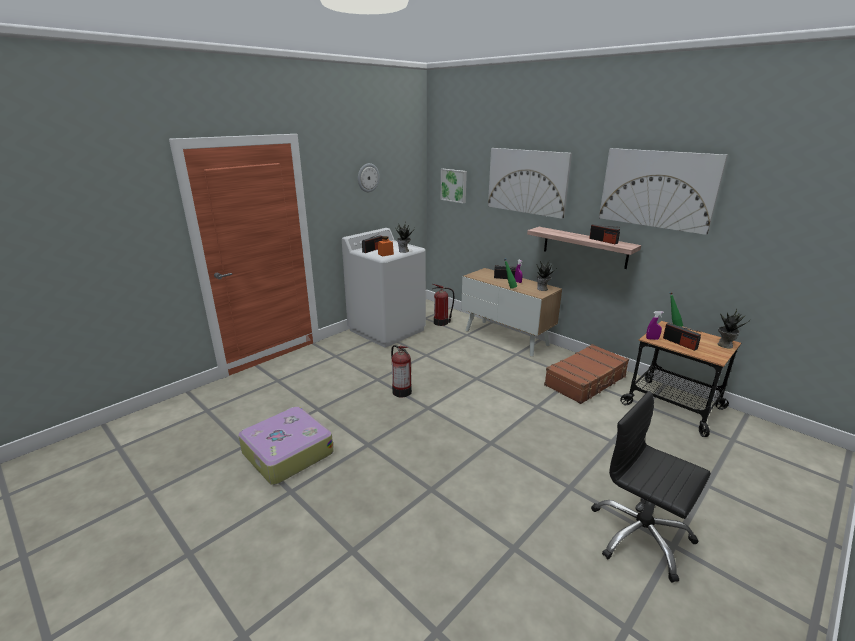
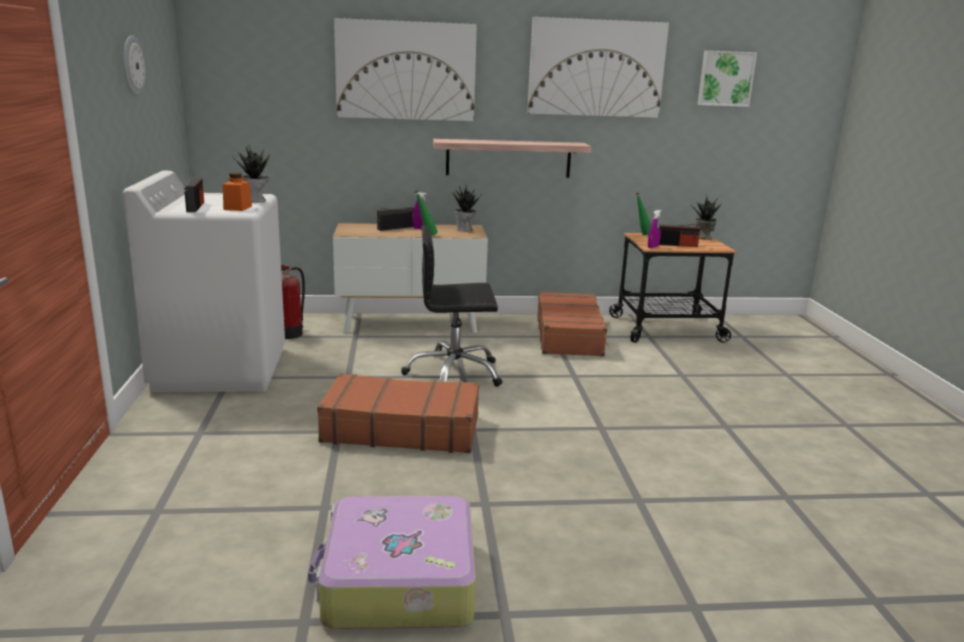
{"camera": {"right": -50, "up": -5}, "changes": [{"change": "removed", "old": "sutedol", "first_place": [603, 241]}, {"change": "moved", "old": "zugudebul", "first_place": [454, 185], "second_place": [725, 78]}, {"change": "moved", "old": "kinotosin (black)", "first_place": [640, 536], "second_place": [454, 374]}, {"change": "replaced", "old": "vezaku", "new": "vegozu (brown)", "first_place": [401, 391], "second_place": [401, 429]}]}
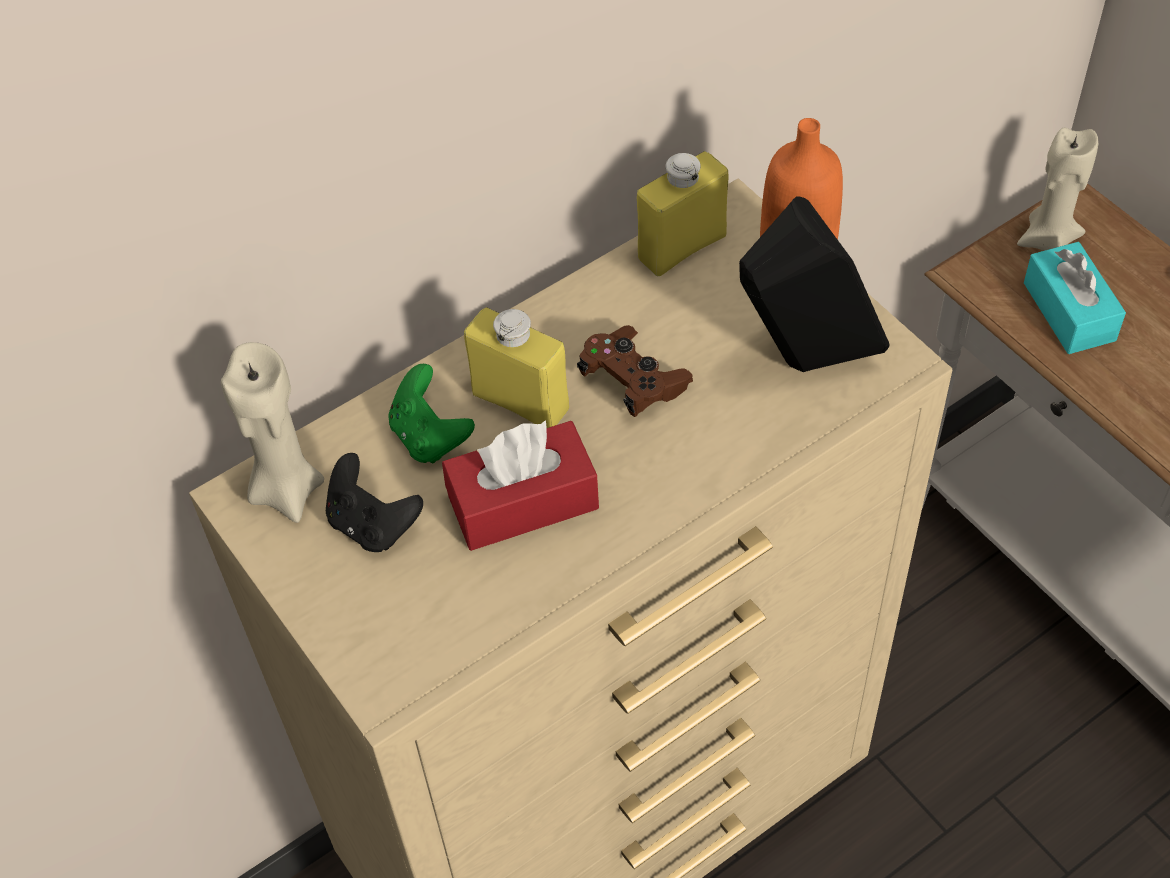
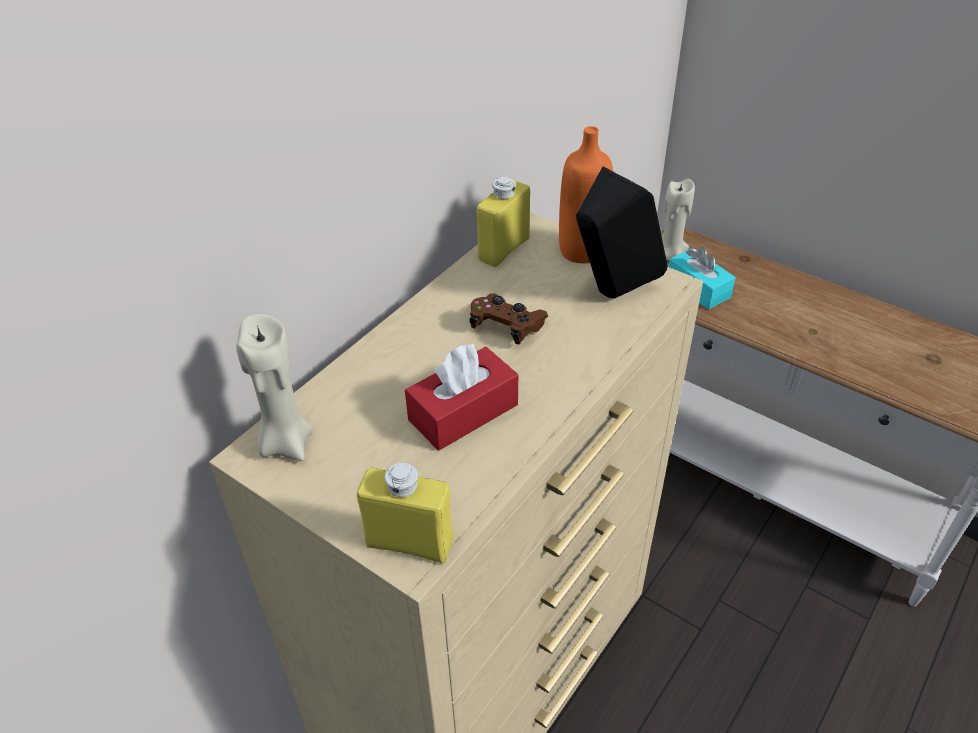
{"camera": {"right": -20, "up": -10}, "changes": [{"change": "removed", "old": "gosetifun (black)", "first_place": [373, 524]}, {"change": "removed", "old": "gosetifun (green)", "first_place": [430, 436]}, {"change": "moved", "old": "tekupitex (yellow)", "first_place": [521, 401], "second_place": [410, 543]}]}
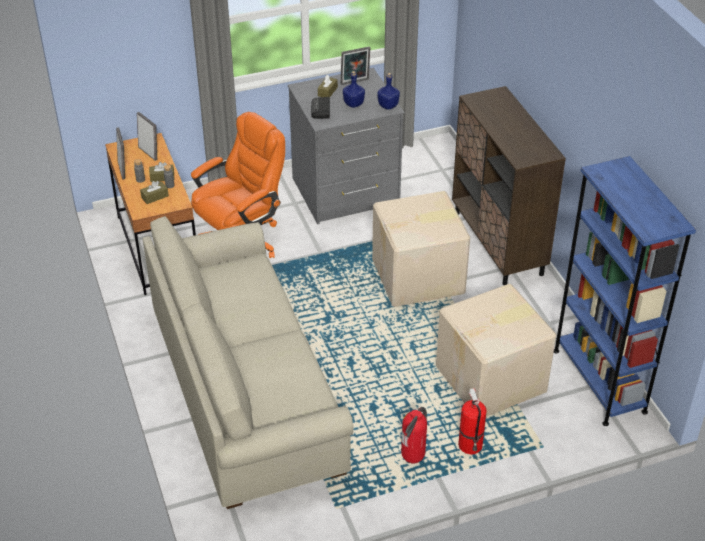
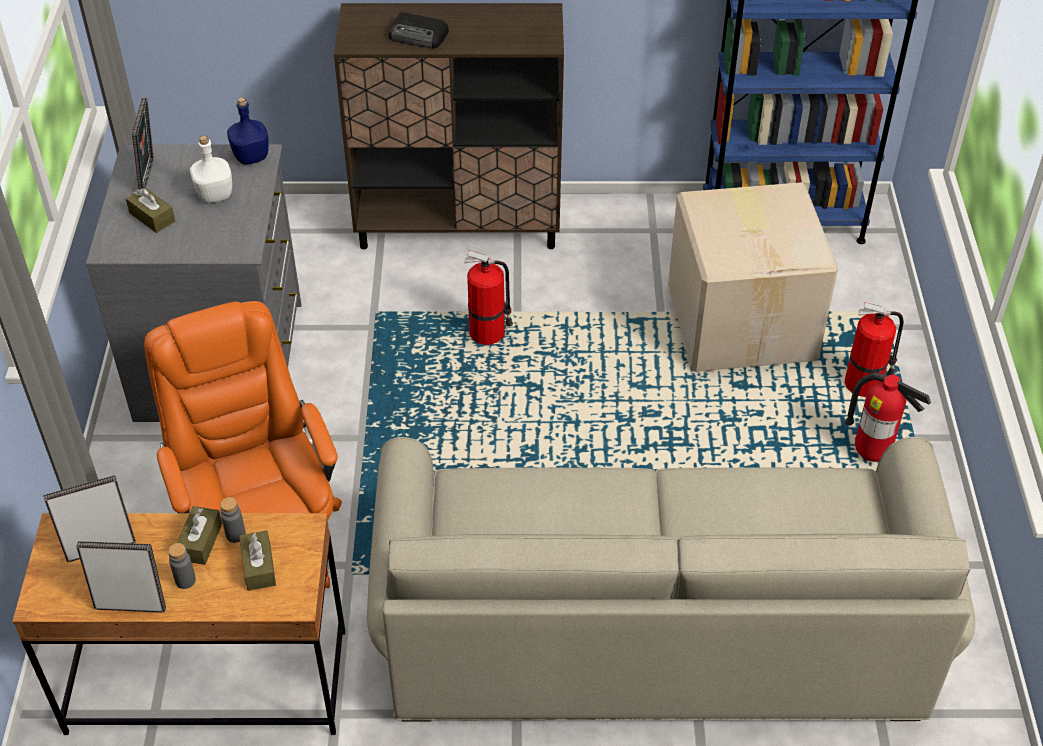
{"camera": {"right": -70, "up": 5}, "changes": [{"change": "moved", "old": "sutedol", "first_place": [321, 110], "second_place": [419, 36]}, {"change": "replaced", "old": "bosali", "new": "vezaku", "first_place": [419, 277], "second_place": [489, 333]}, {"change": "recoloured", "old": "tekupitex (blue)", "new": "tekupitex (white)", "first_place": [354, 103], "second_place": [214, 194]}]}
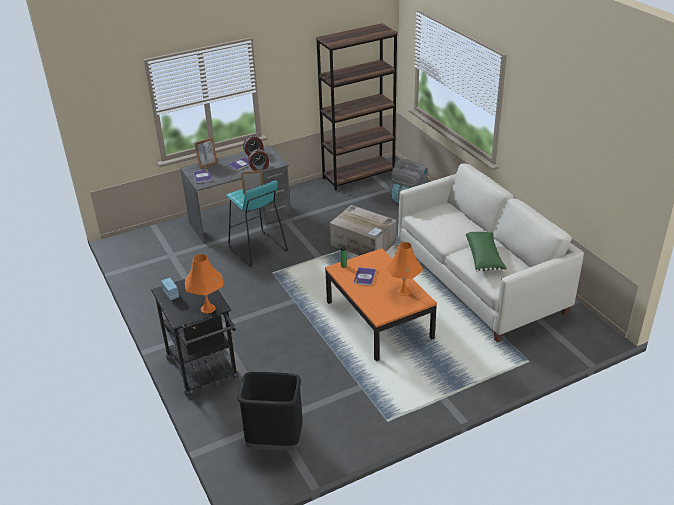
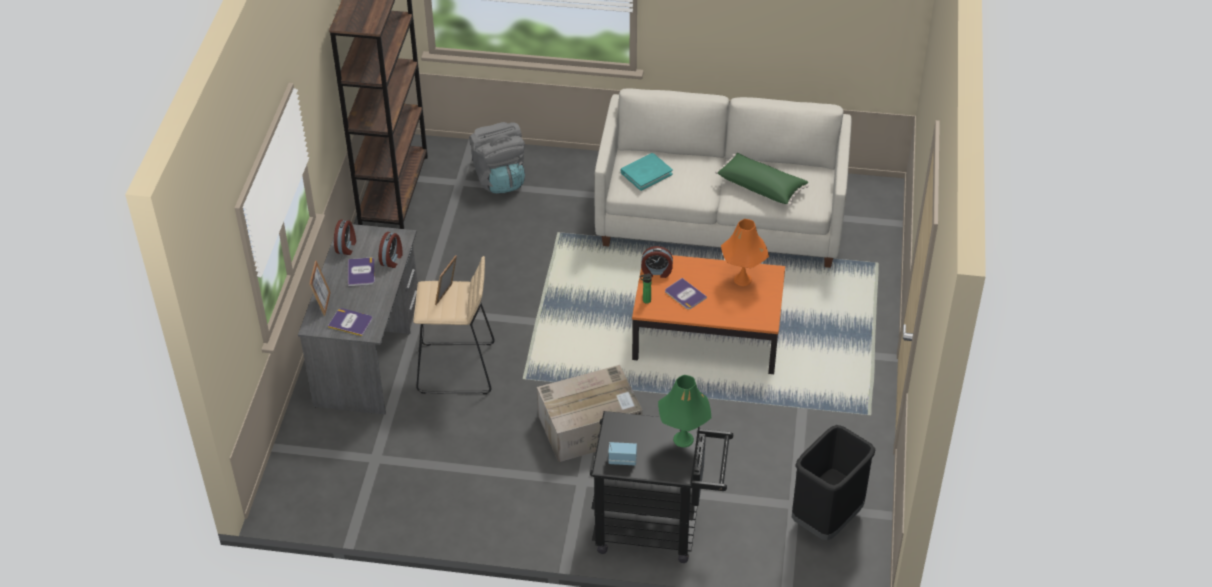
{"camera": {"right": -55, "up": 10}, "changes": [{"change": "added", "new": "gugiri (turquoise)", "second_place": [646, 173]}, {"change": "added", "new": "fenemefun", "second_place": [656, 272]}, {"change": "moved", "old": "bosali", "first_place": [364, 243], "second_place": [591, 426]}, {"change": "recoloured", "old": "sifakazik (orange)", "new": "sifakazik (green)", "first_place": [208, 309], "second_place": [683, 439]}, {"change": "recoloured", "old": "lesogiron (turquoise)", "new": "lesogiron (beige)", "first_place": [257, 249], "second_place": [457, 368]}]}
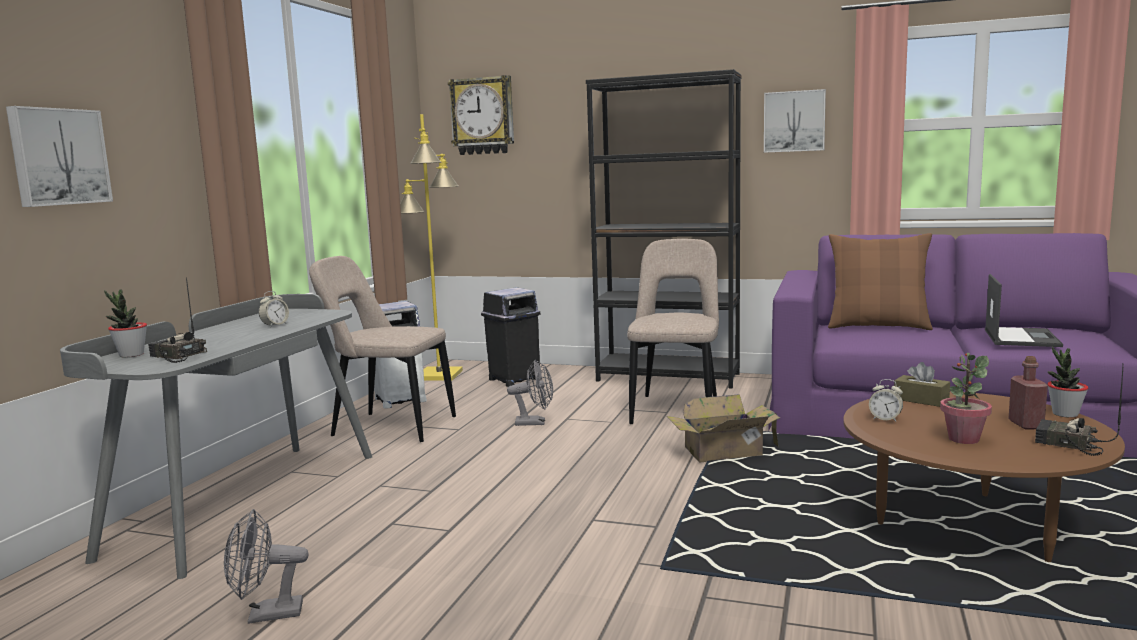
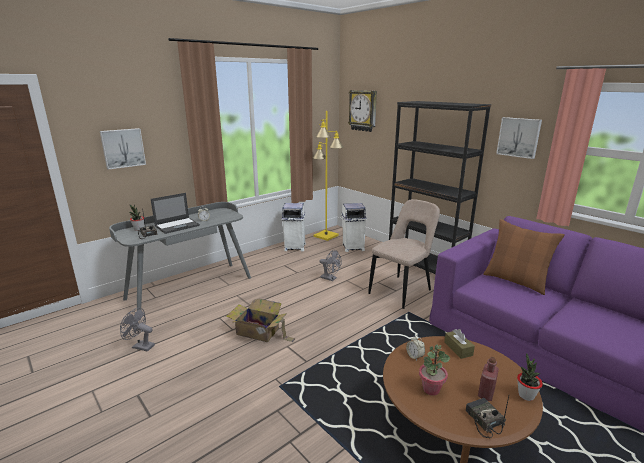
{"camera": {"right": 30, "up": 10}, "changes": [{"change": "removed", "old": "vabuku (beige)", "first_place": [389, 427]}, {"change": "moved", "old": "bosali", "first_place": [727, 452], "second_place": [259, 332]}, {"change": "moved", "old": "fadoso", "first_place": [1020, 337], "second_place": [177, 225]}, {"change": "recoloured", "old": "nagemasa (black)", "new": "nagemasa (white)", "first_place": [514, 380], "second_place": [352, 247]}]}
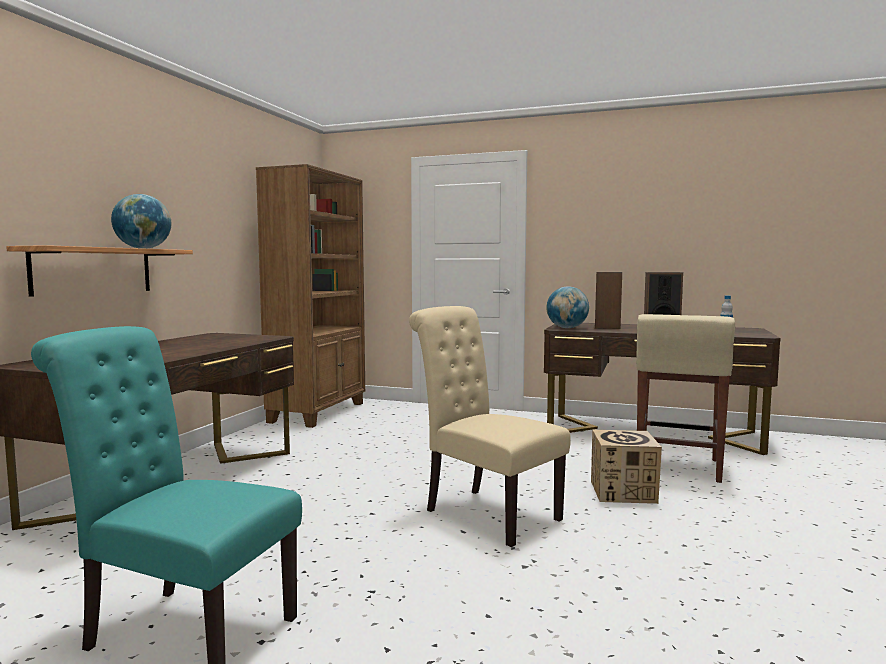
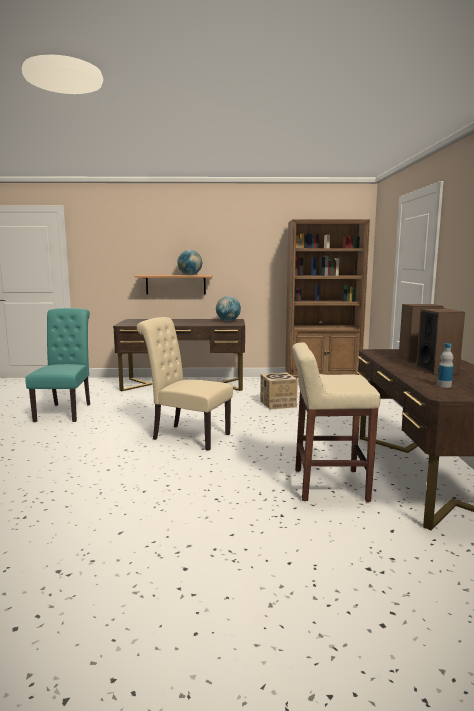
{"camera": {"right": 70, "up": 5}, "changes": [{"change": "moved", "old": "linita", "first_place": [567, 328], "second_place": [228, 321]}, {"change": "moved", "old": "bosali", "first_place": [623, 492], "second_place": [278, 404]}, {"change": "turned", "old": "vabuku (beige)", "first_place": [485, 512], "second_place": [186, 436], "degrees": -90}]}
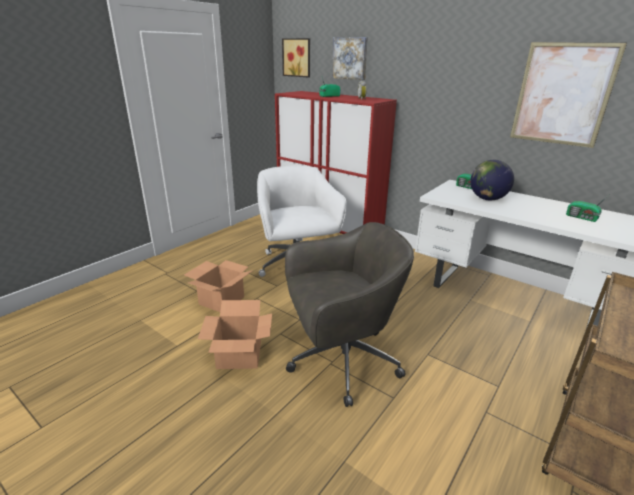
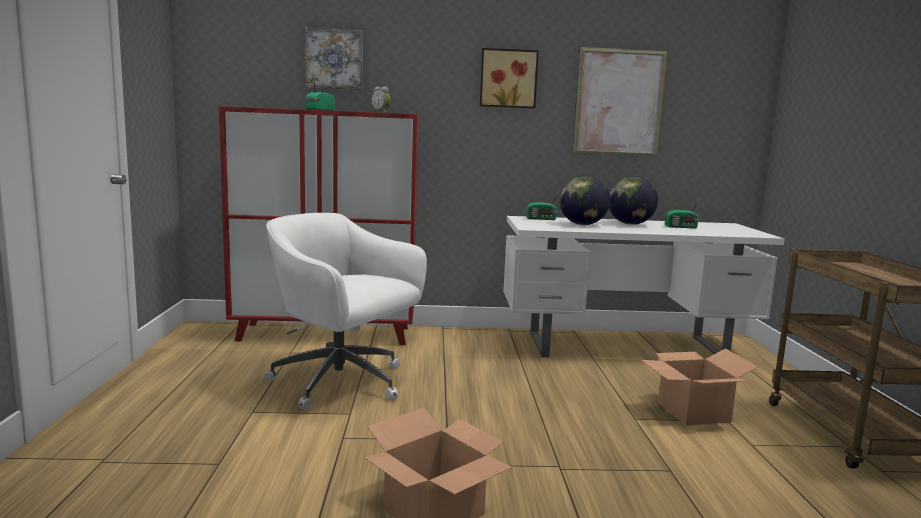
{"camera": {"right": -40, "up": -15}, "changes": [{"change": "removed", "old": "kinotosin (grey)", "first_place": [340, 361]}, {"change": "added", "new": "linita", "second_place": [630, 224]}, {"change": "moved", "old": "bosali", "first_place": [221, 301], "second_place": [694, 412]}, {"change": "moved", "old": "zugudebul", "first_place": [297, 57], "second_place": [508, 78]}]}
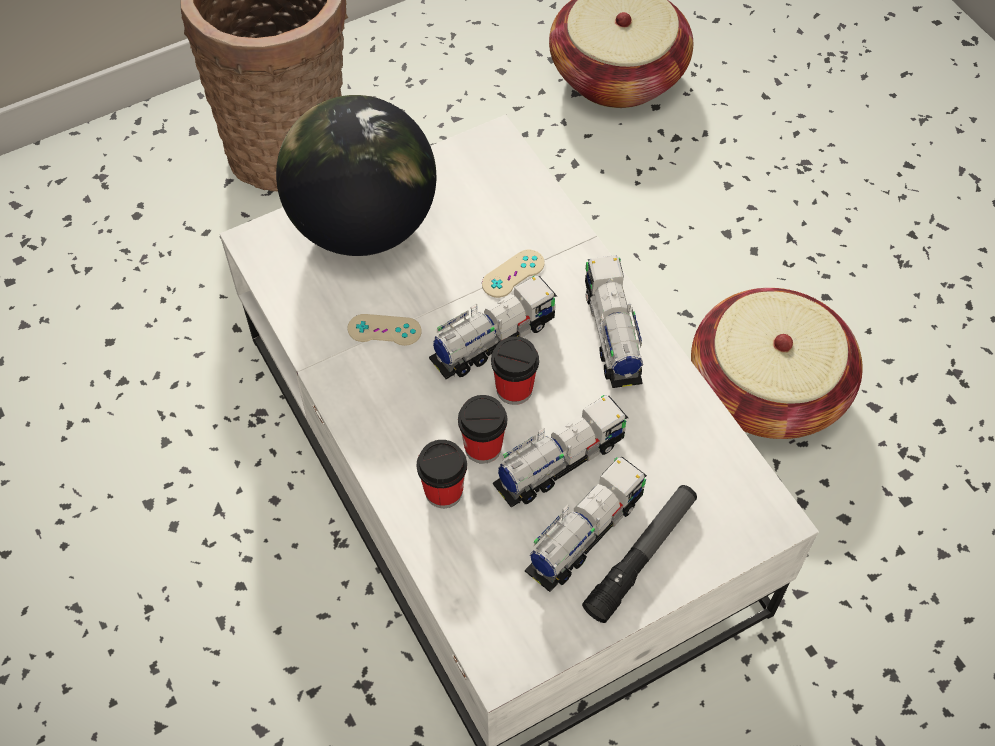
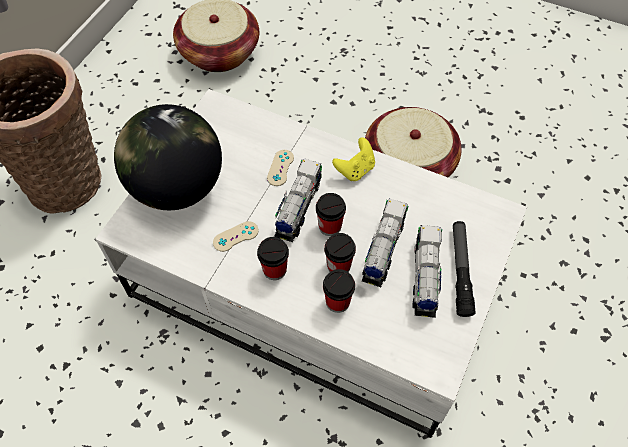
{"camera": {"right": -35, "up": 0}, "changes": [{"change": "added", "new": "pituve", "second_place": [274, 269]}, {"change": "replaced", "old": "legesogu", "new": "gosetifun (yellow)", "first_place": [612, 334], "second_place": [355, 169]}]}
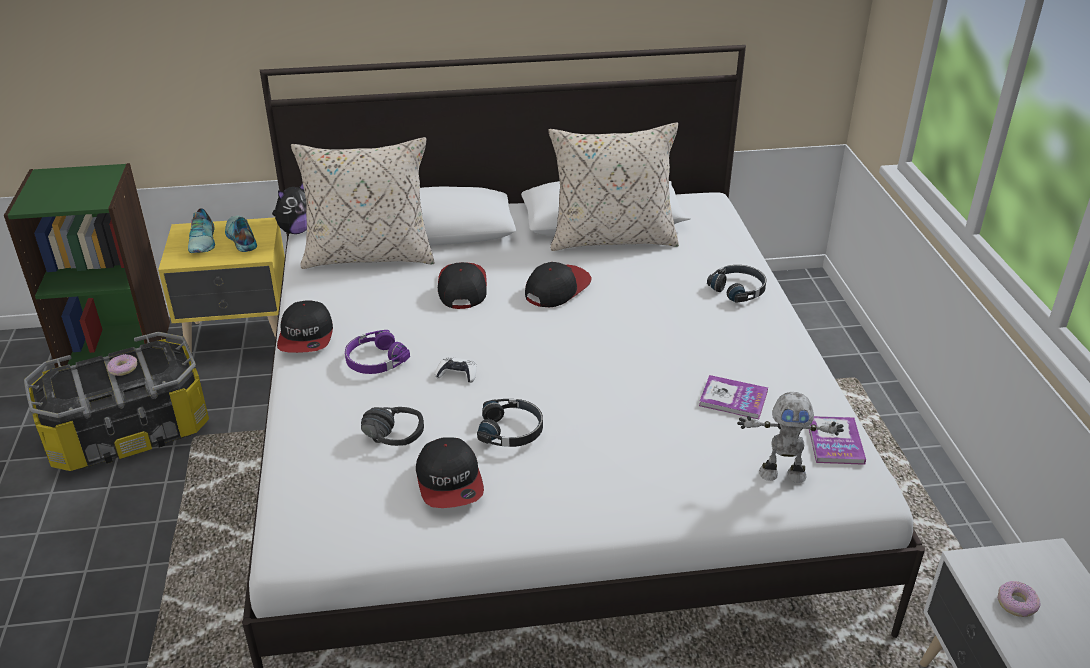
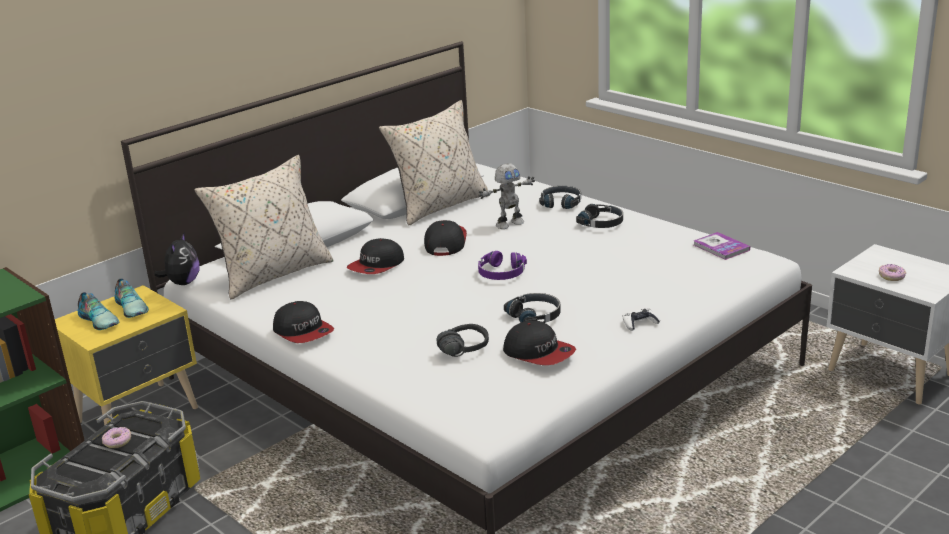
{"camera": {"right": -35, "up": -10}, "changes": [{"change": "removed", "old": "gugiri", "first_place": [733, 399]}, {"change": "added", "new": "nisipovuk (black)", "second_place": [601, 223]}, {"change": "moved", "old": "nisipovuk (purple)", "first_place": [375, 360], "second_place": [501, 273]}, {"change": "moved", "old": "gosetifun (white)", "first_place": [457, 374], "second_place": [639, 323]}, {"change": "moved", "old": "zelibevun", "first_place": [782, 473], "second_place": [509, 224]}, {"change": "turned", "old": "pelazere", "first_place": [240, 238], "second_place": [132, 307], "degrees": -150}, {"change": "turned", "old": "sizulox", "first_place": [462, 288], "second_place": [376, 265], "degrees": -105}]}
